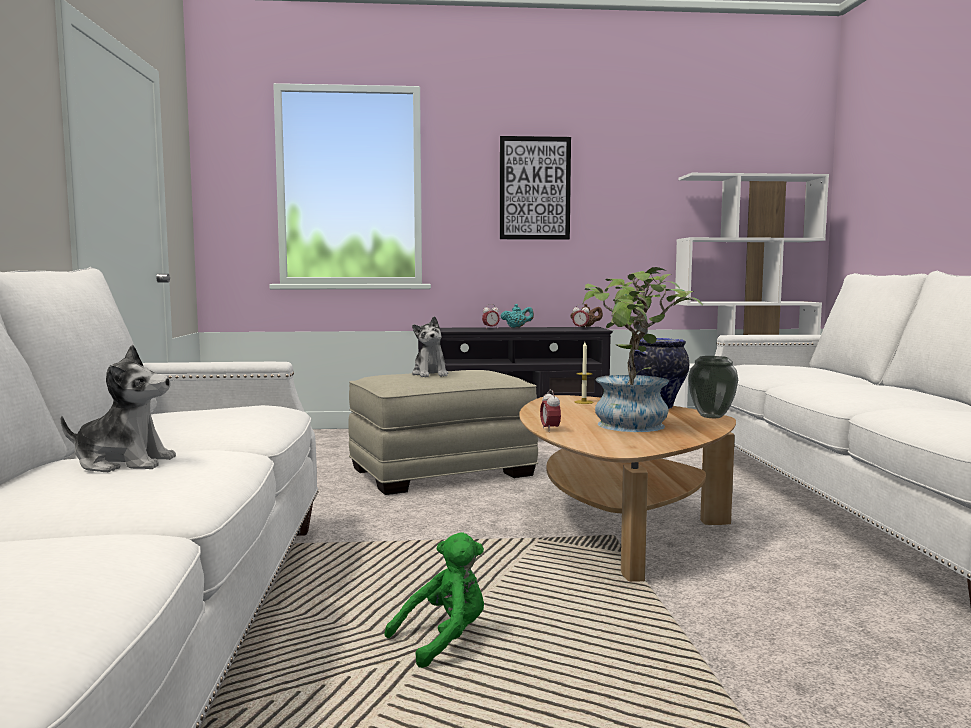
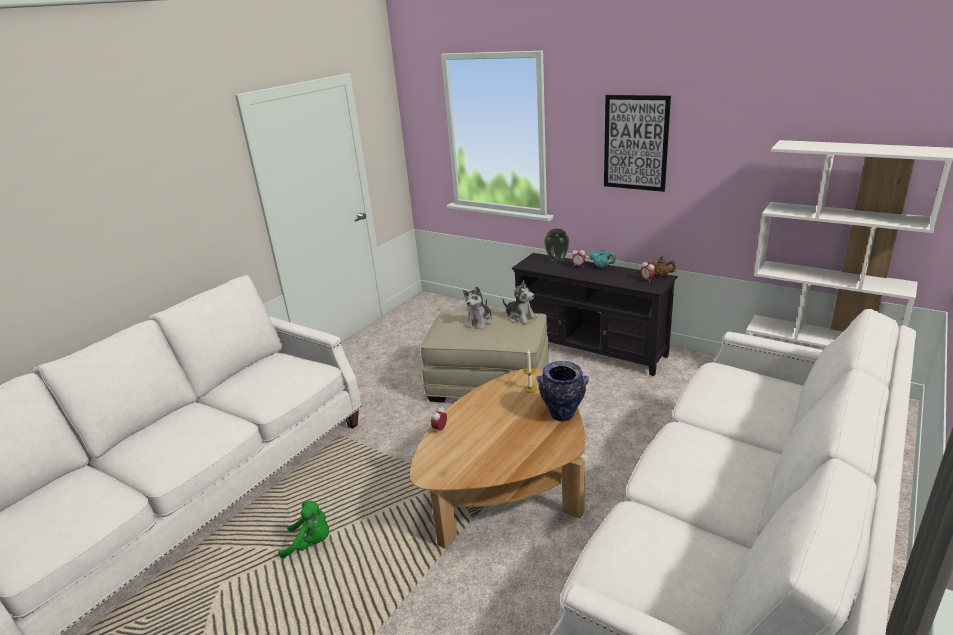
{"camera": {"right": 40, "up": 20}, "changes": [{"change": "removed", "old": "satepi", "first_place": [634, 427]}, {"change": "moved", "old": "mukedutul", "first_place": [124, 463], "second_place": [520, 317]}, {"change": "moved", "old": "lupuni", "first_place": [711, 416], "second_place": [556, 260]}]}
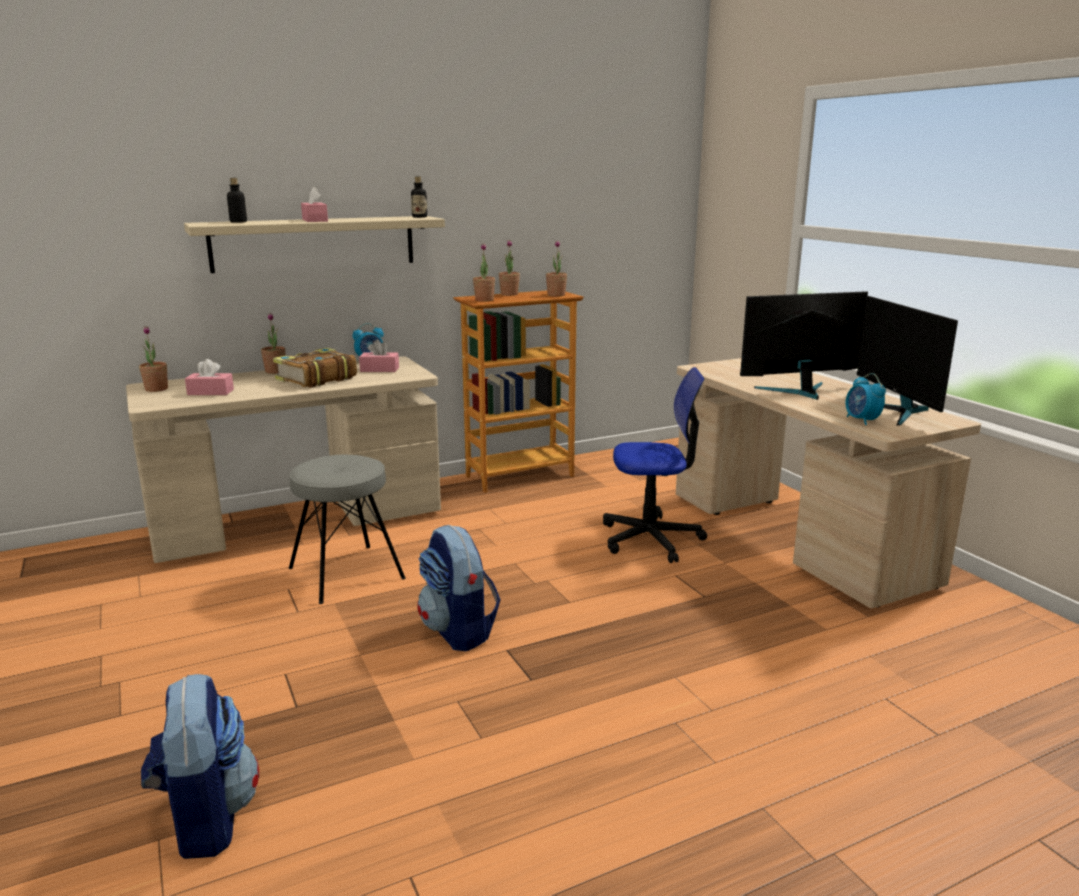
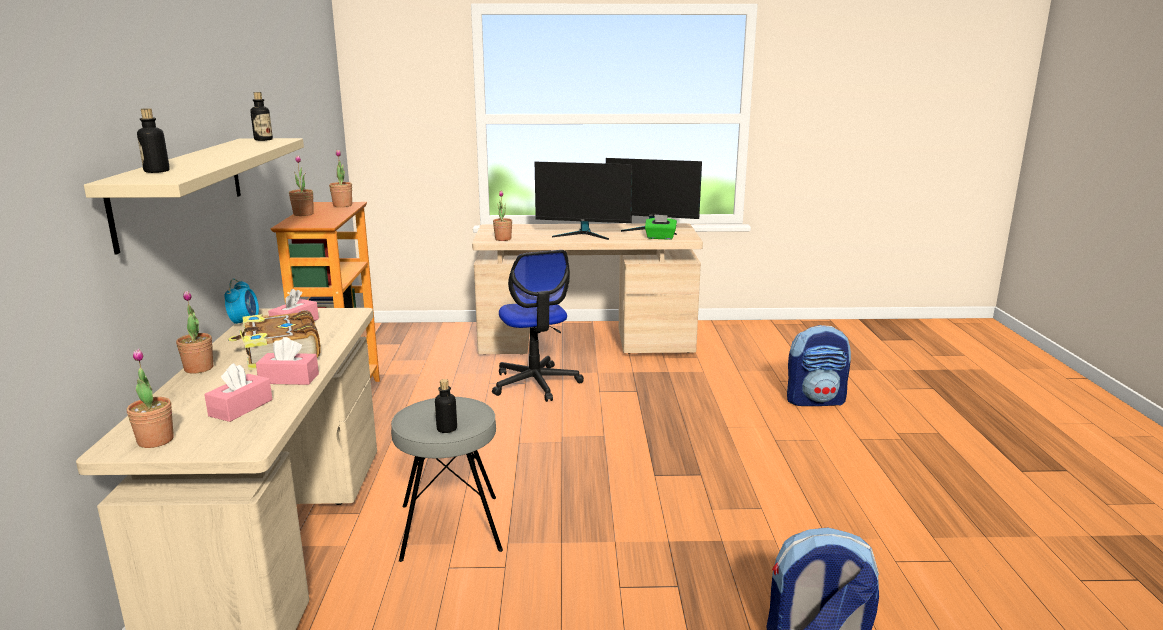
{"camera": {"right": -65, "up": 0}, "changes": [{"change": "added", "new": "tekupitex", "second_place": [447, 429]}, {"change": "moved", "old": "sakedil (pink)", "first_place": [315, 220], "second_place": [289, 379]}, {"change": "moved", "old": "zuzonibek", "first_place": [458, 631], "second_place": [815, 400]}, {"change": "moved", "old": "satepi", "first_place": [484, 300], "second_place": [503, 239]}, {"change": "replaced", "old": "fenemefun", "new": "sakedil (green)", "first_place": [861, 420], "second_place": [660, 237]}, {"change": "turned", "old": "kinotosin", "first_place": [651, 538], "second_place": [535, 383], "degrees": 135}, {"change": "turned", "old": "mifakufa", "first_place": [799, 391], "second_place": [583, 234], "degrees": -90}]}
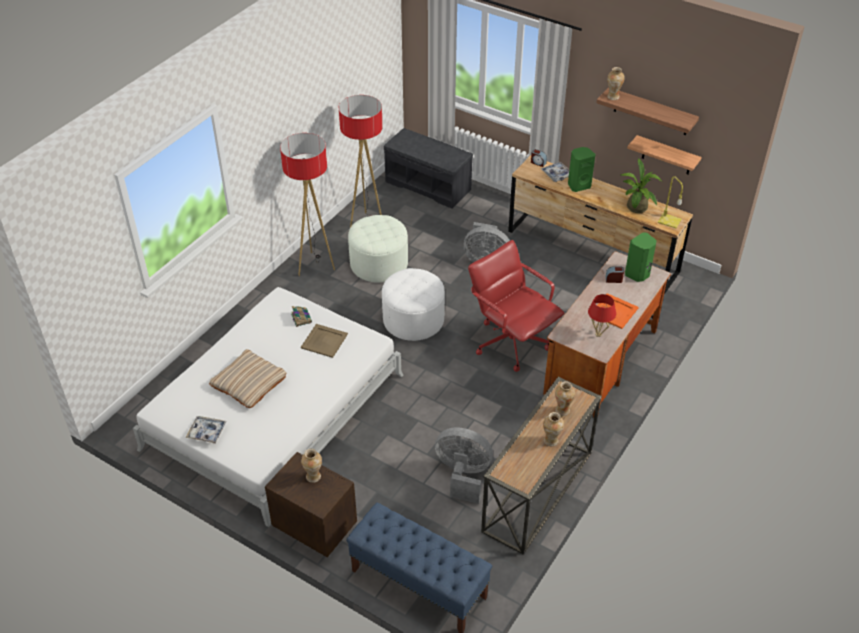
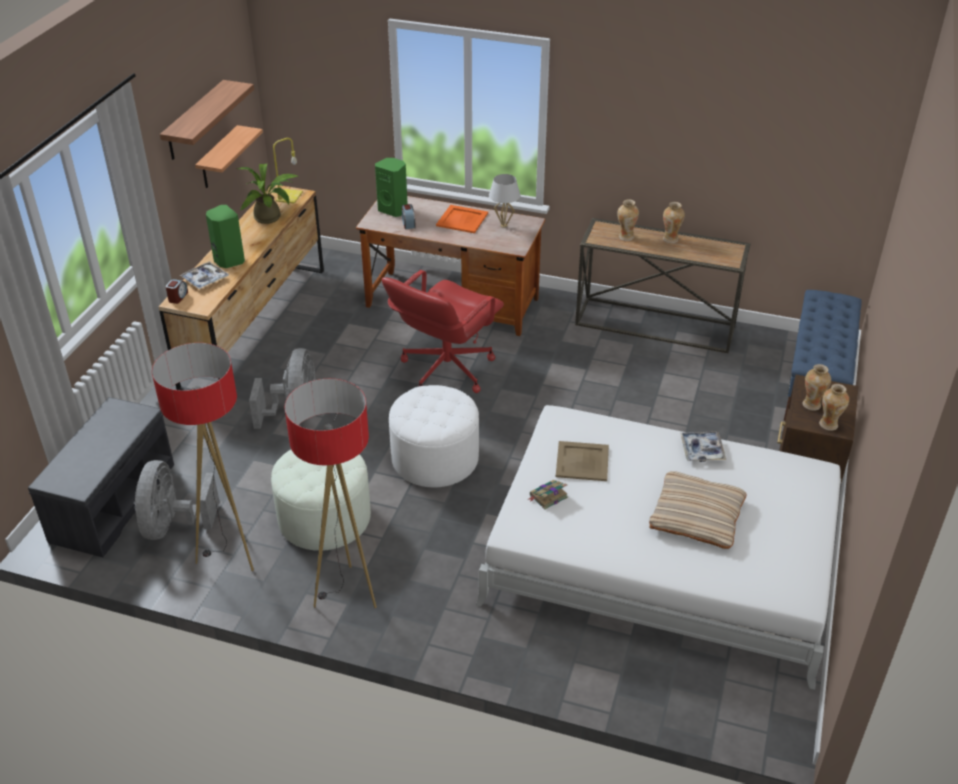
{"camera": {"right": -105, "up": -5}, "changes": [{"change": "moved", "old": "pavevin", "first_place": [206, 432], "second_place": [702, 450]}, {"change": "moved", "old": "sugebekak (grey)", "first_place": [463, 475], "second_place": [173, 525]}, {"change": "moved", "old": "lupuni", "first_place": [613, 97], "second_place": [829, 425]}, {"change": "recoloured", "old": "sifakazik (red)", "new": "sifakazik (white)", "first_place": [598, 334], "second_place": [503, 225]}]}
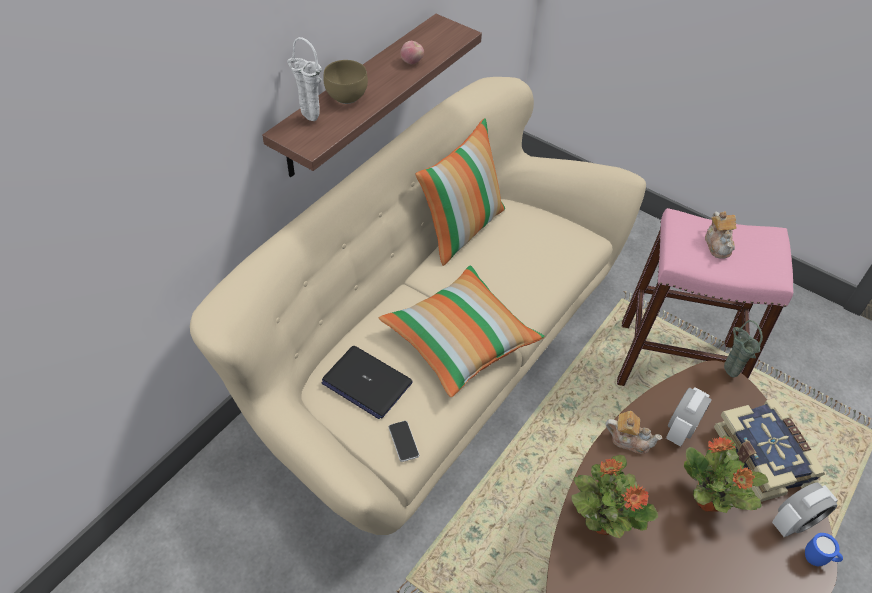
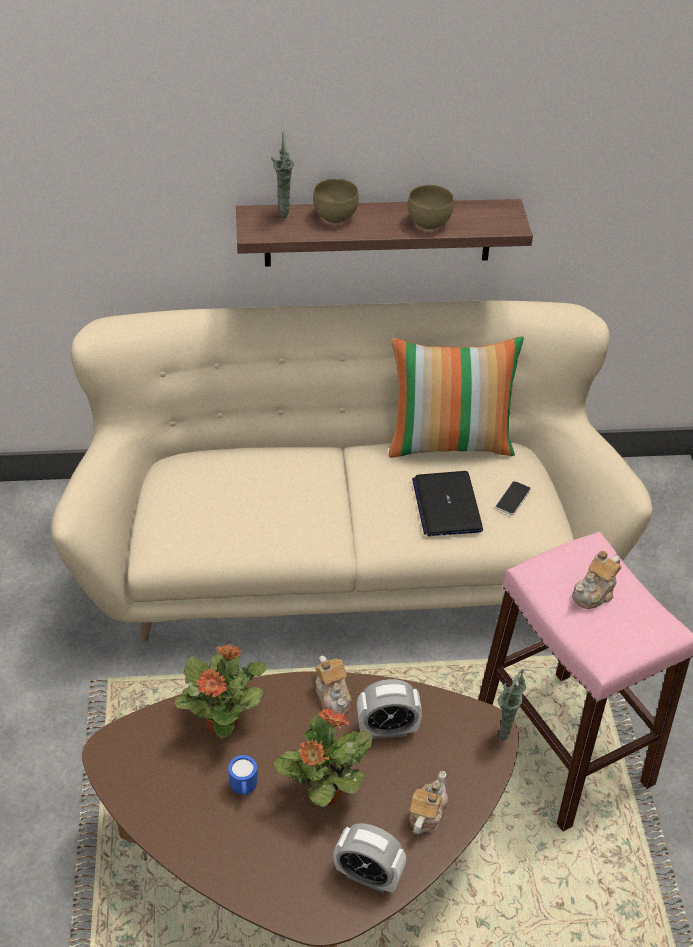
{"camera": {"right": 50, "up": -5}, "changes": [{"change": "removed", "old": "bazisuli", "first_place": [460, 340]}, {"change": "moved", "old": "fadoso", "first_place": [366, 383], "second_place": [446, 505]}, {"change": "moved", "old": "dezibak", "first_place": [403, 441], "second_place": [512, 499]}, {"change": "moved", "old": "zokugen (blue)", "first_place": [817, 559], "second_place": [244, 790]}, {"change": "replaced", "old": "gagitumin", "new": "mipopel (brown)", "first_place": [412, 62], "second_place": [430, 222]}, {"change": "replaced", "old": "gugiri", "new": "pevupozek", "first_place": [764, 456], "second_place": [426, 814]}, {"change": "recoloured", "old": "lupuni (white)", "new": "lupuni (green)", "first_place": [308, 119], "second_place": [283, 214]}]}
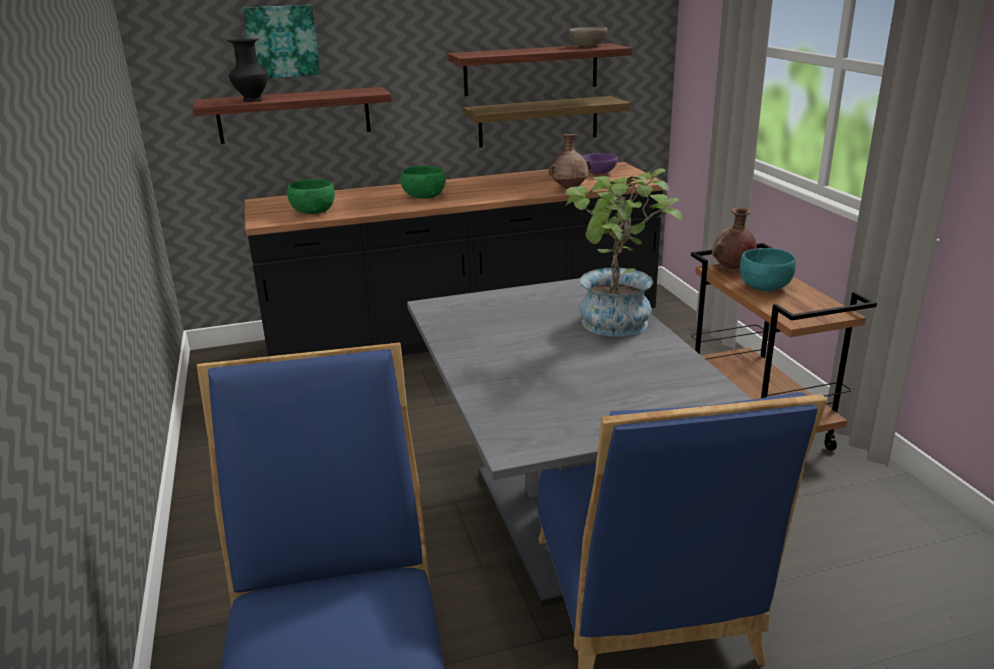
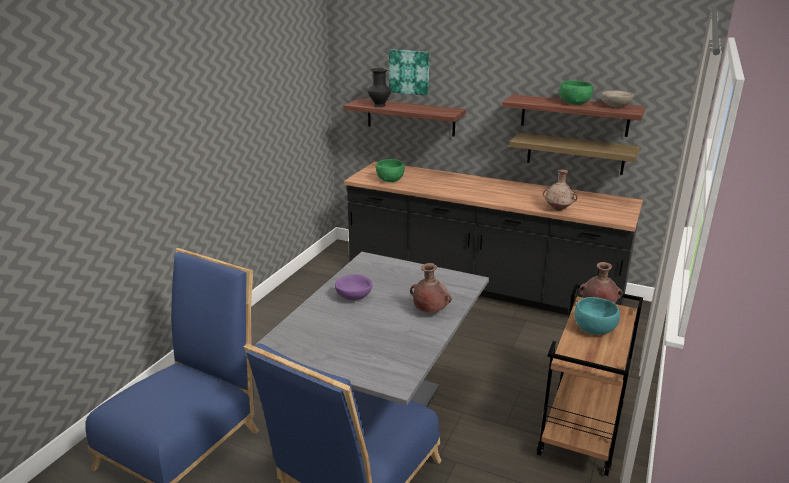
{"camera": {"right": 40, "up": 0}, "changes": [{"change": "moved", "old": "mipopel (green)", "first_place": [423, 196], "second_place": [574, 103]}, {"change": "moved", "old": "mipopel (purple)", "first_place": [598, 173], "second_place": [354, 296]}, {"change": "replaced", "old": "satepi", "new": "lupuni (brown)", "first_place": [615, 327], "second_place": [429, 311]}]}
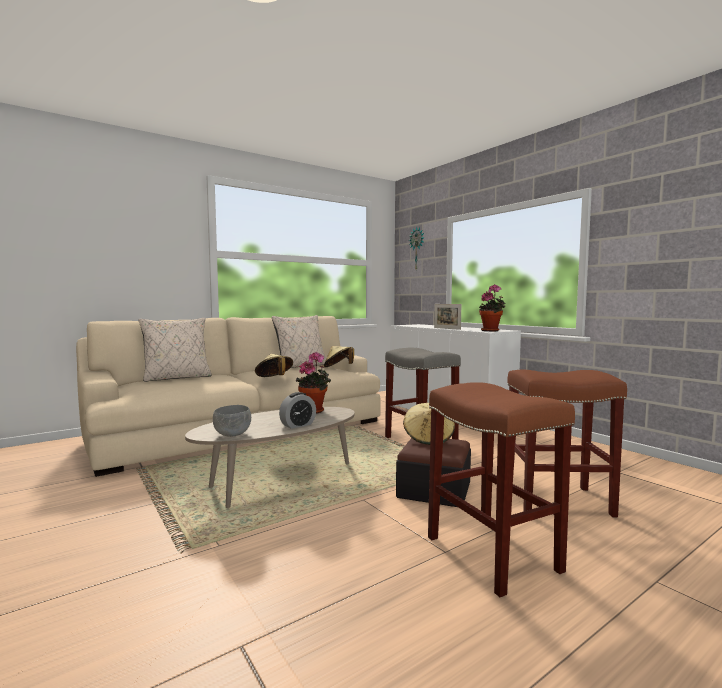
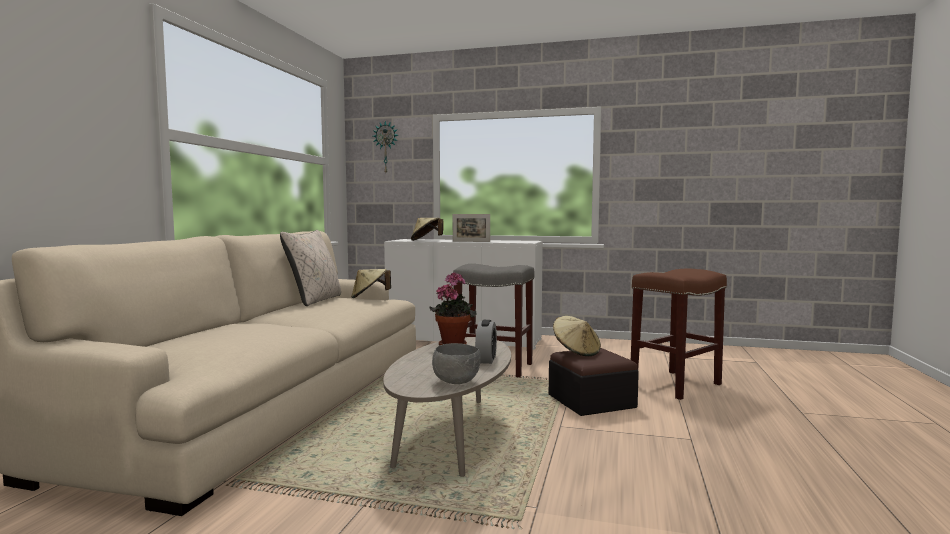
{"camera": {"right": -40, "up": 0}, "changes": [{"change": "removed", "old": "bazisuli (beige)", "first_place": [177, 378]}, {"change": "removed", "old": "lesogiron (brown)", "first_place": [494, 554]}, {"change": "removed", "old": "satepi", "first_place": [491, 330]}, {"change": "moved", "old": "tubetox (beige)", "first_place": [274, 378], "second_place": [426, 240]}]}
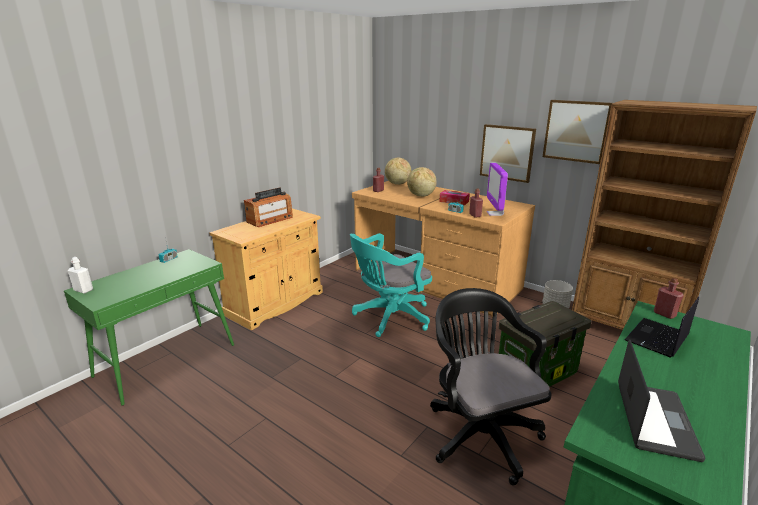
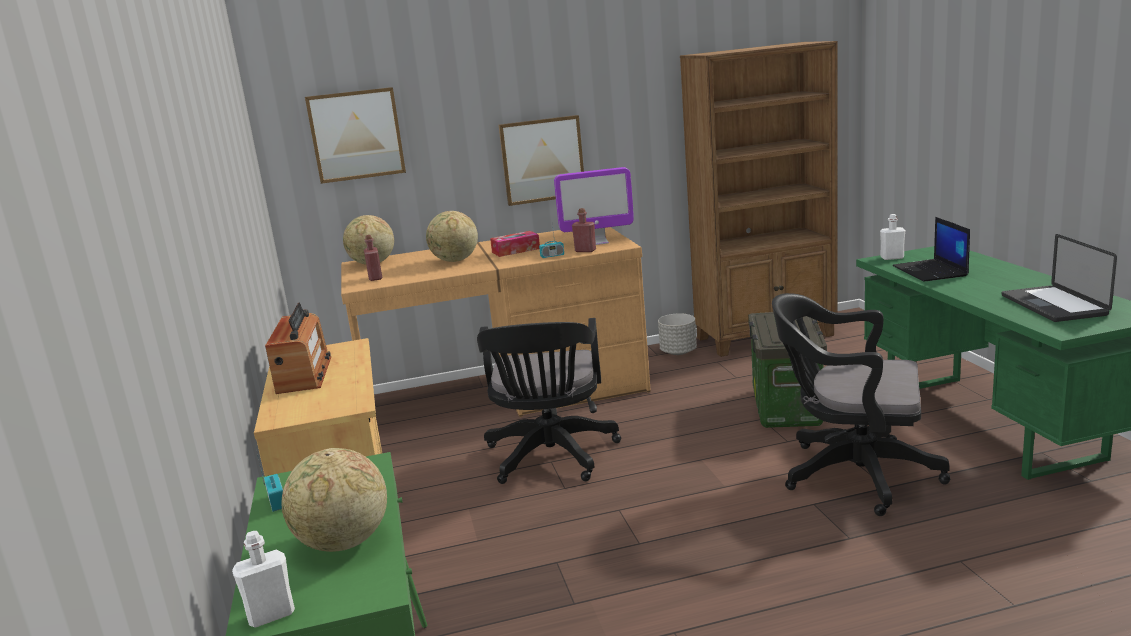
{"camera": {"right": -50, "up": -5}, "changes": [{"change": "added", "new": "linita", "second_place": [343, 543]}, {"change": "moved", "old": "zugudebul", "first_place": [576, 131], "second_place": [356, 135]}, {"change": "recoloured", "old": "kinotosin (turquoise)", "new": "kinotosin (black)", "first_place": [389, 318], "second_place": [551, 458]}, {"change": "recoloured", "old": "tekupitex (red)", "new": "tekupitex (white)", "first_place": [664, 314], "second_place": [892, 258]}, {"change": "turned", "old": "mifakufa", "first_place": [495, 213], "second_place": [597, 242], "degrees": -45}, {"change": "turned", "old": "fadoso", "first_place": [655, 420], "second_place": [1053, 305], "degrees": -150}]}
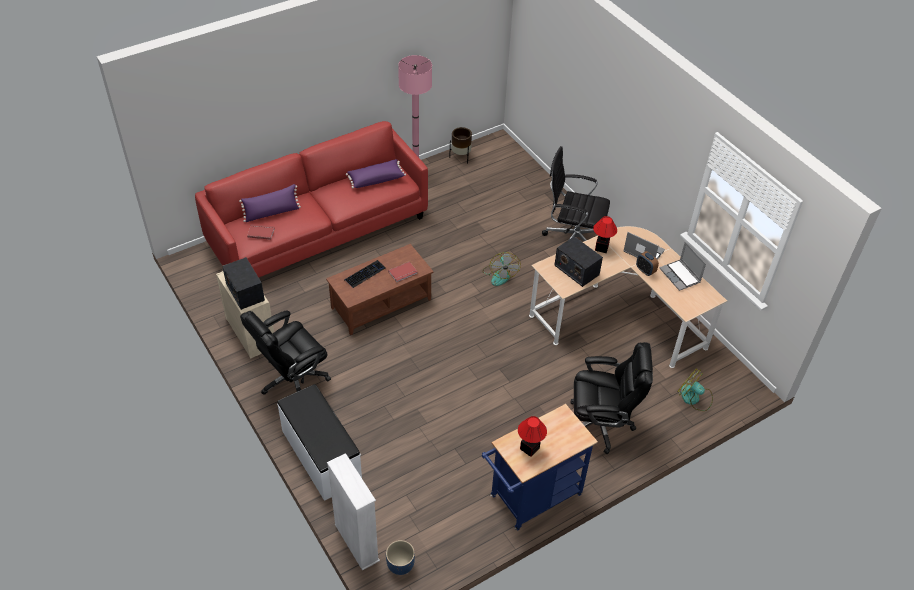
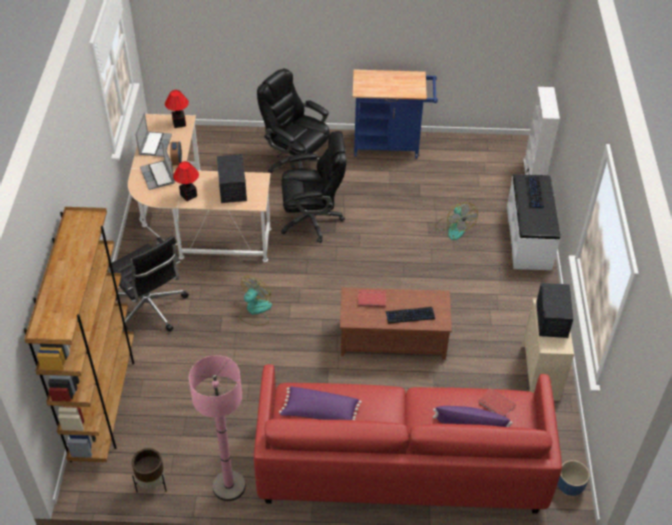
{"camera": {"right": -145, "up": 0}, "changes": [{"change": "added", "new": "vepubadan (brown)", "second_place": [104, 403]}, {"change": "added", "new": "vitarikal", "second_place": [534, 192]}, {"change": "moved", "old": "kinotosin (black)", "first_place": [292, 379], "second_place": [312, 219]}, {"change": "moved", "old": "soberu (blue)", "first_place": [400, 564], "second_place": [569, 486]}, {"change": "moved", "old": "sifakazik", "first_place": [529, 448], "second_place": [179, 123]}, {"change": "moved", "old": "sugebekak", "first_place": [694, 398], "second_place": [454, 227]}]}
